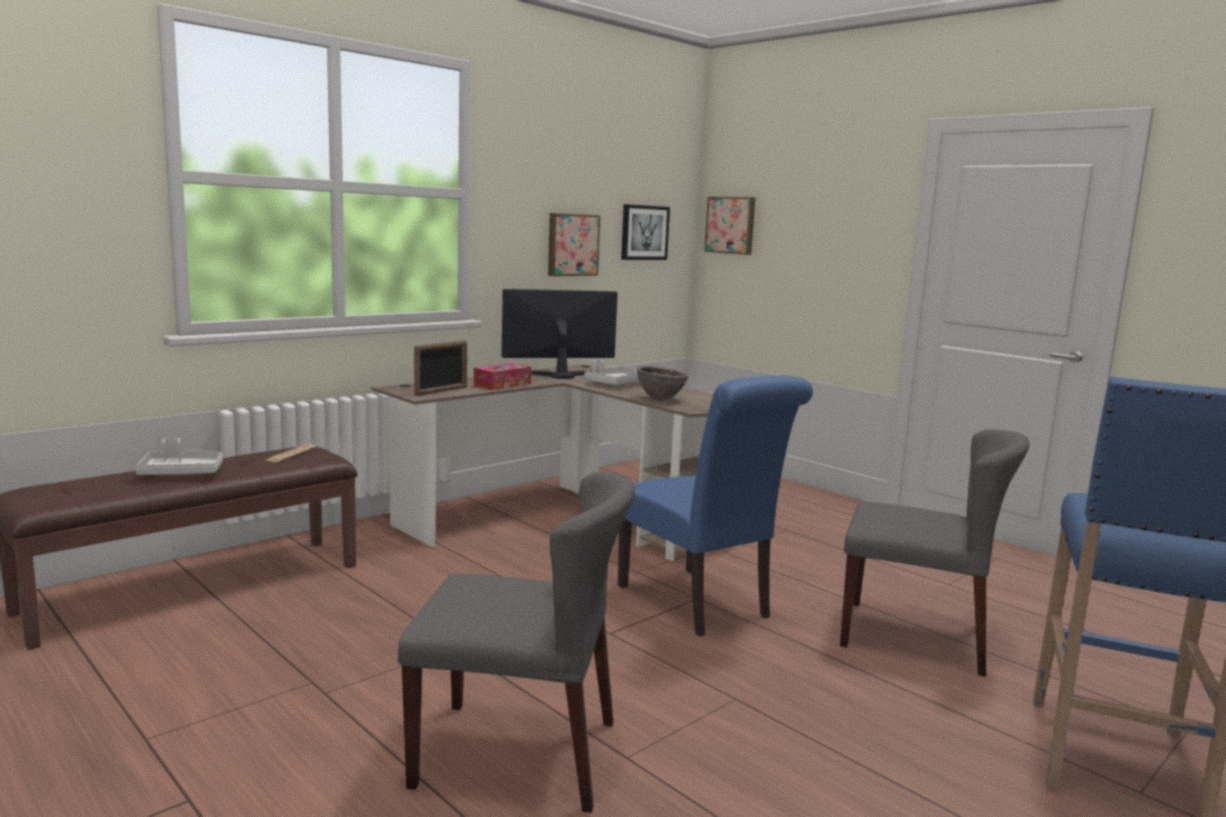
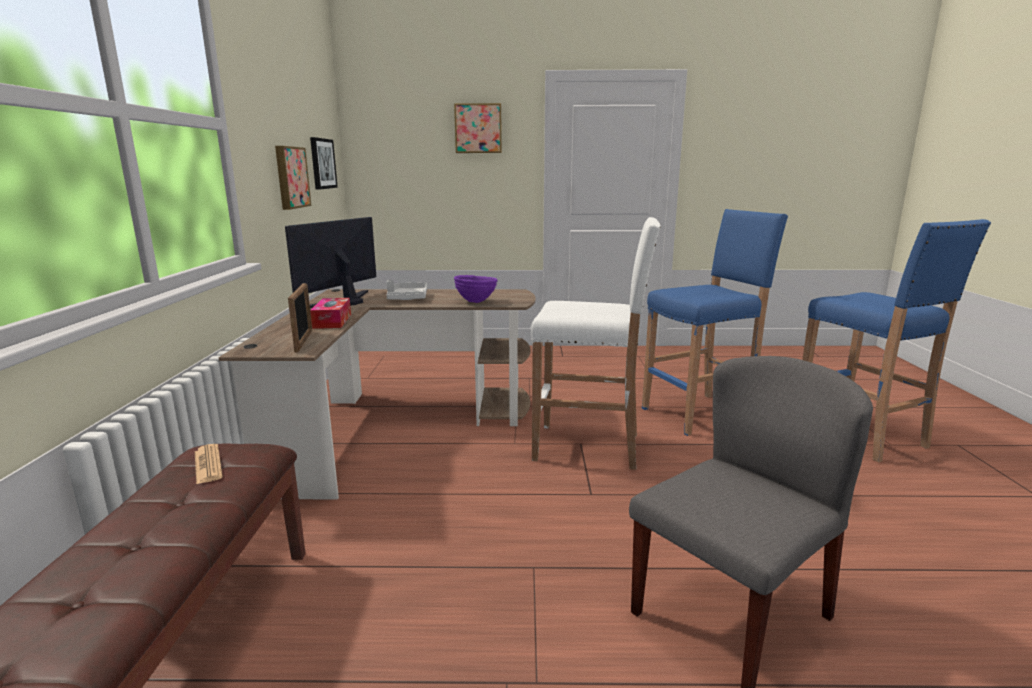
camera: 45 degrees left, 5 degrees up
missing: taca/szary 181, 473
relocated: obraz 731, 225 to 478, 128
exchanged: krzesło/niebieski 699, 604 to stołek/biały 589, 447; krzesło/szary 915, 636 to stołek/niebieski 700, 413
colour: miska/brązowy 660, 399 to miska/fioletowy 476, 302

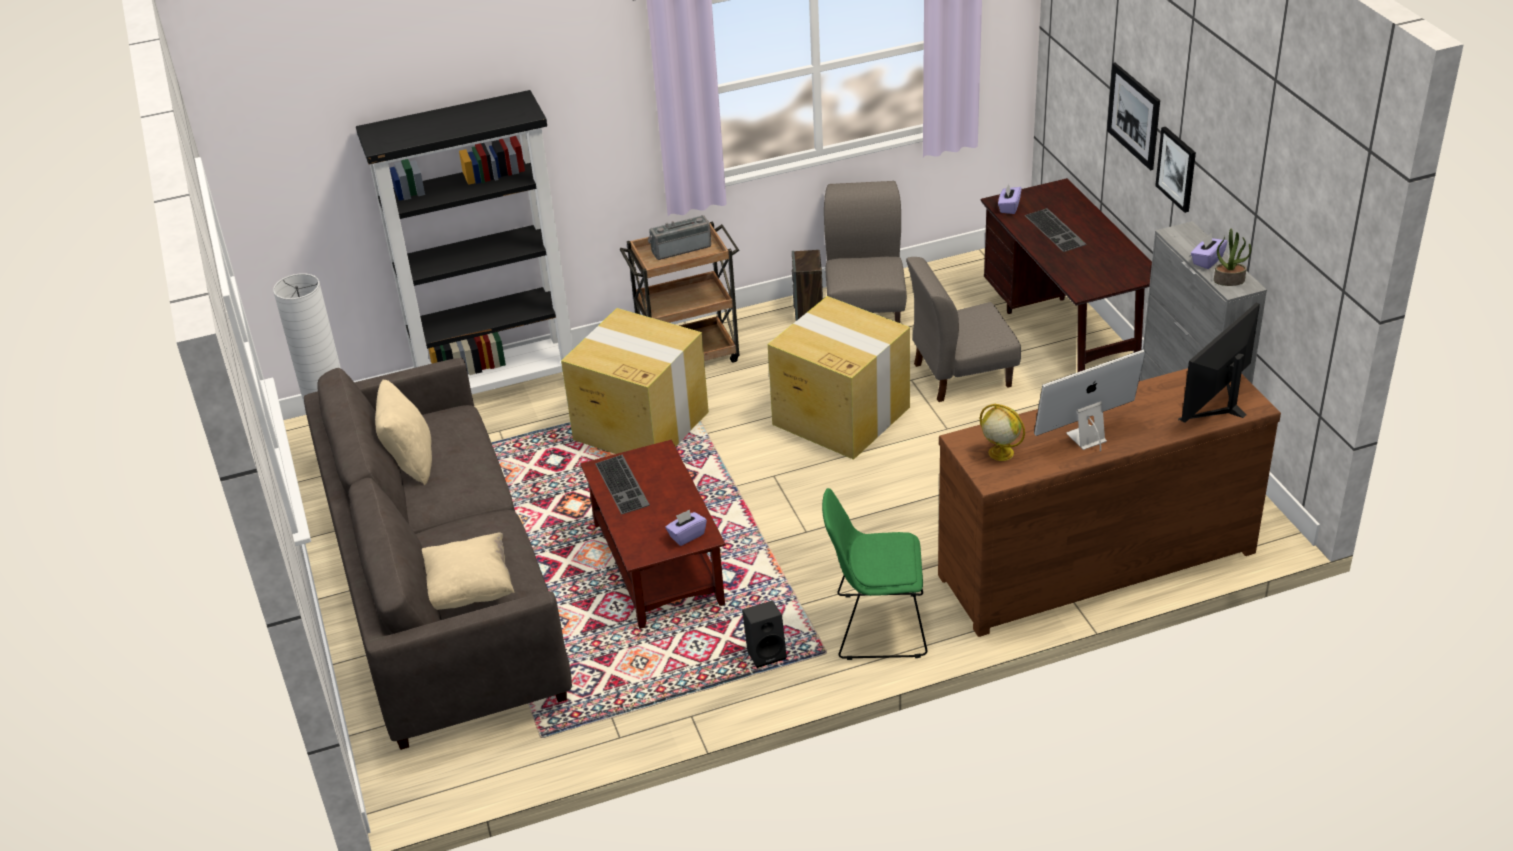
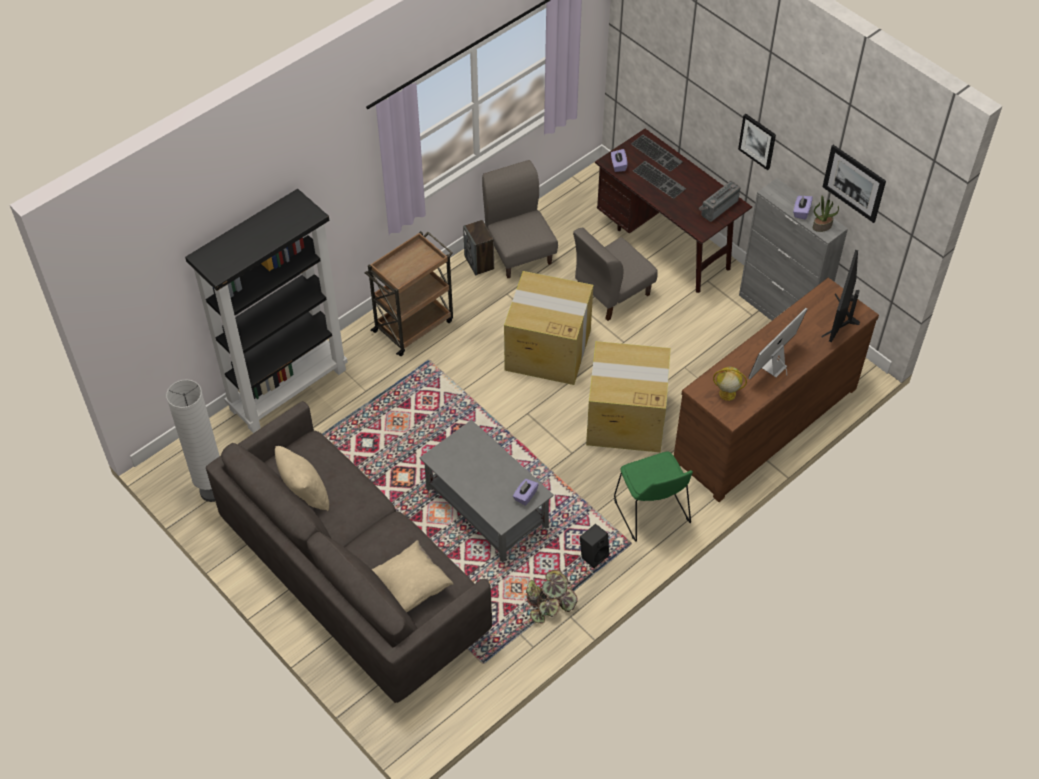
camera: 25 degrees left, 15 degrees up
appeared: roślina doniczkowa 549, 605
relocated: obraz 1134, 115 to 854, 183; radio 680, 248 to 717, 207; karton 640, 425 to 624, 418; klawiatura 623, 484 to 657, 153
colour: ława/brązowy 656, 563 to ława/szary 485, 507
spun: krzesło/zielony 876, 626 = 652, 513 90 degrees counterclockwise

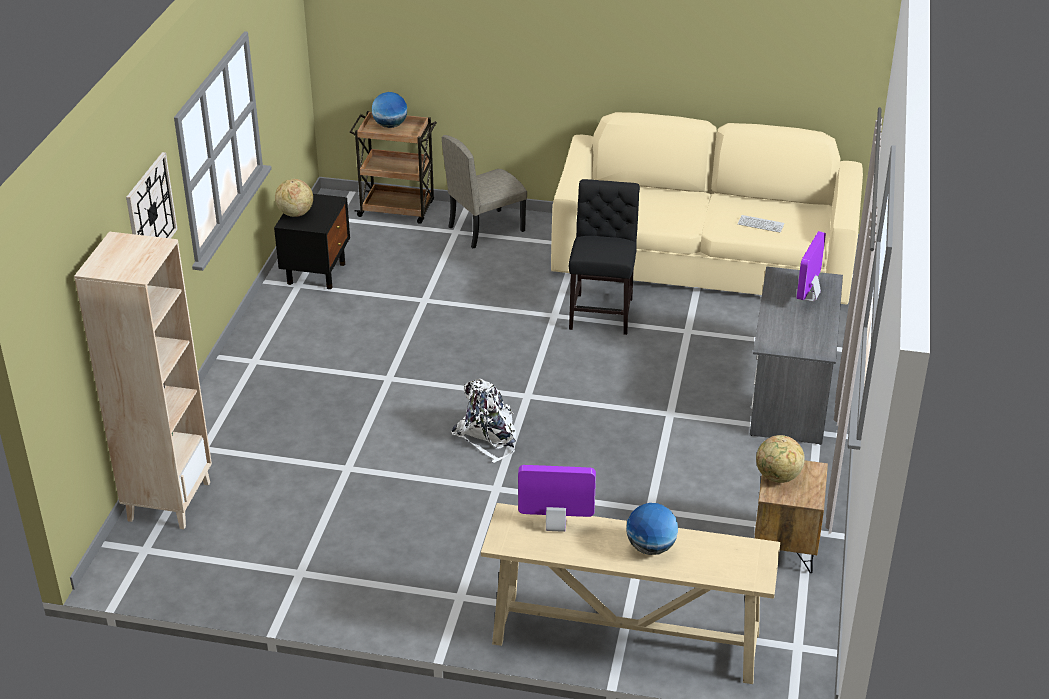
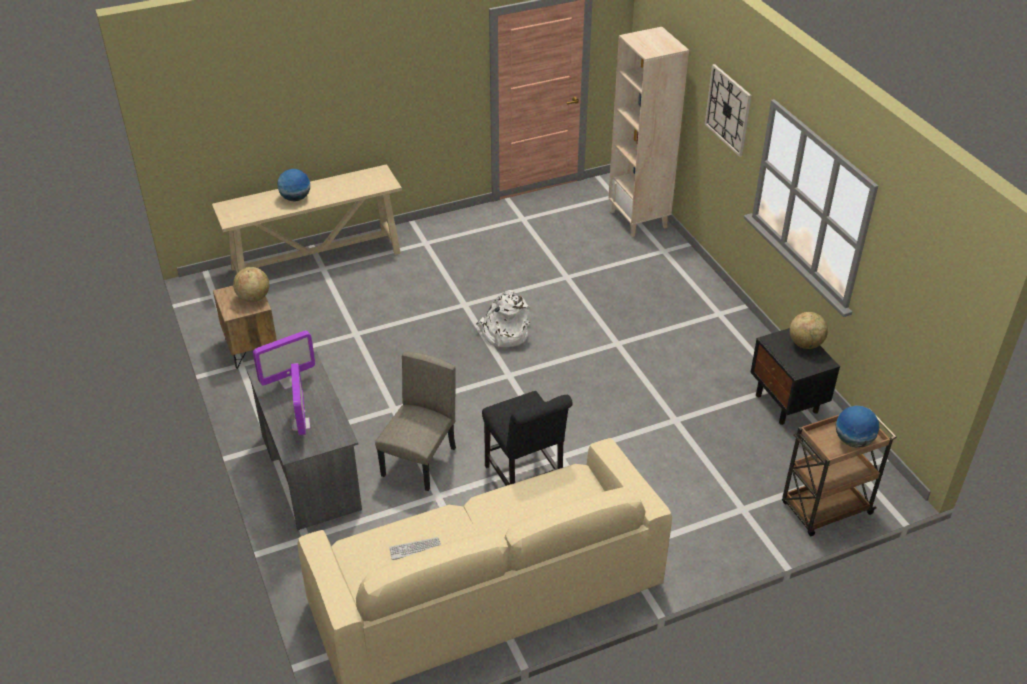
camera: 145 degrees right, 5 degrees up
relocated: krzesło/beżowy 486, 228 to 419, 462; monitor 556, 525 to 288, 382

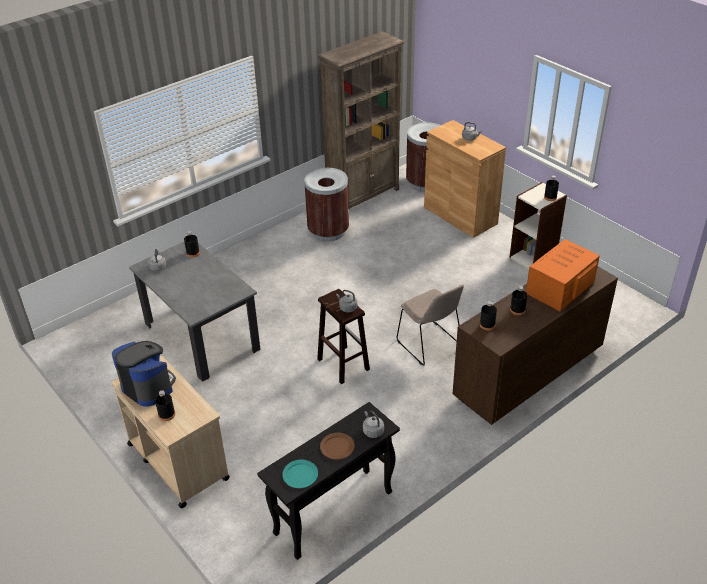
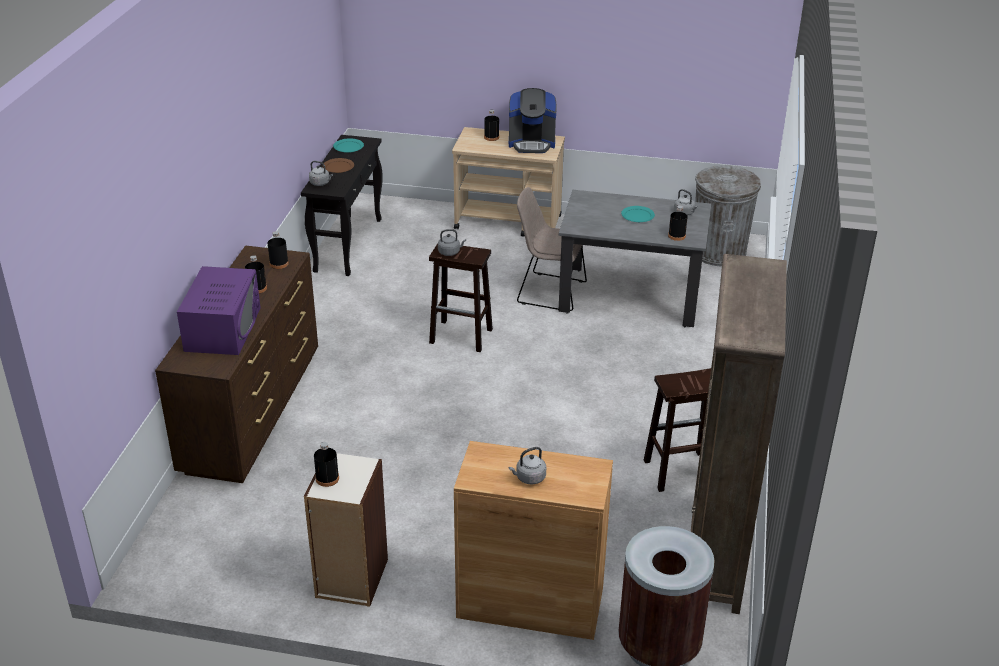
camera: 140 degrees right, 5 degrees down
appeared: kosz na śmieci/szary 719, 252; talerz/turkusowy 637, 216
relocated: krzesło/beżowy 430, 345 to 549, 292
exchanged: kosz na śmieci/brązowy 328, 231 to stołek/brązowy 679, 472
colour: mikrofalówka/pomarańczowy 560, 288 to mikrofalówka/fioletowy 223, 329

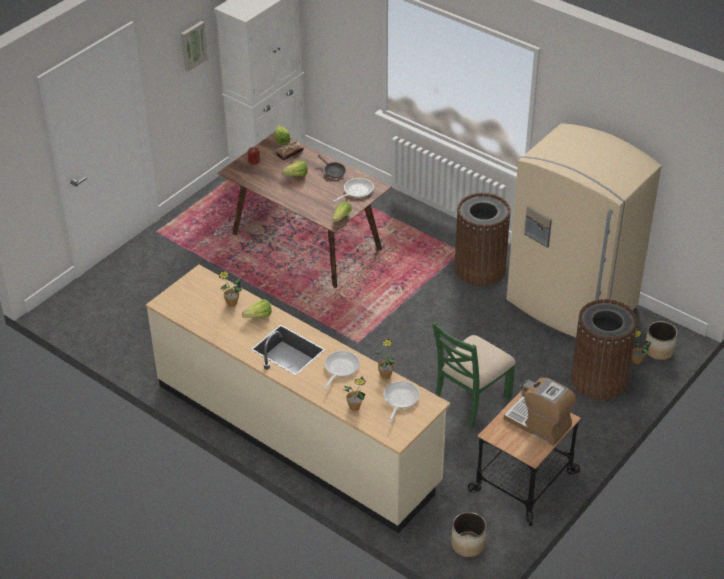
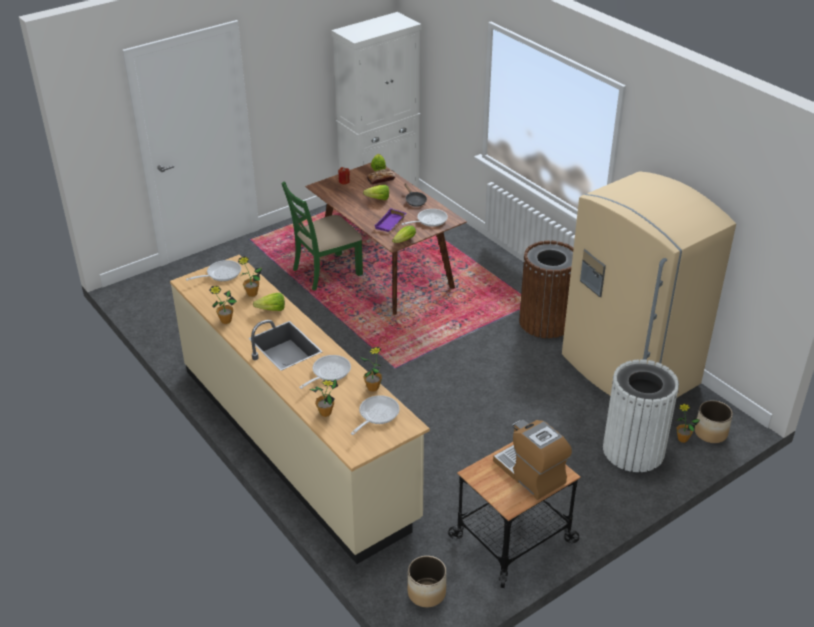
camera: 15 degrees right, 5 degrees down
missing: obraz 193, 45
appeared: taca/fioletowy 391, 223; patelnia 220, 274; roślina doniczkowa 226, 321
relocated: krzesło/zielony 470, 401 to 326, 272
colour: kosz na śmieci/brązowy 598, 380 to kosz na śmieci/biały 633, 450

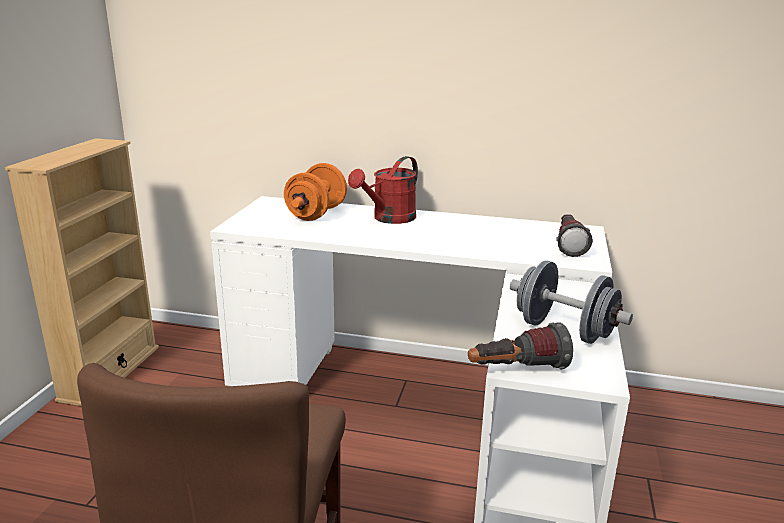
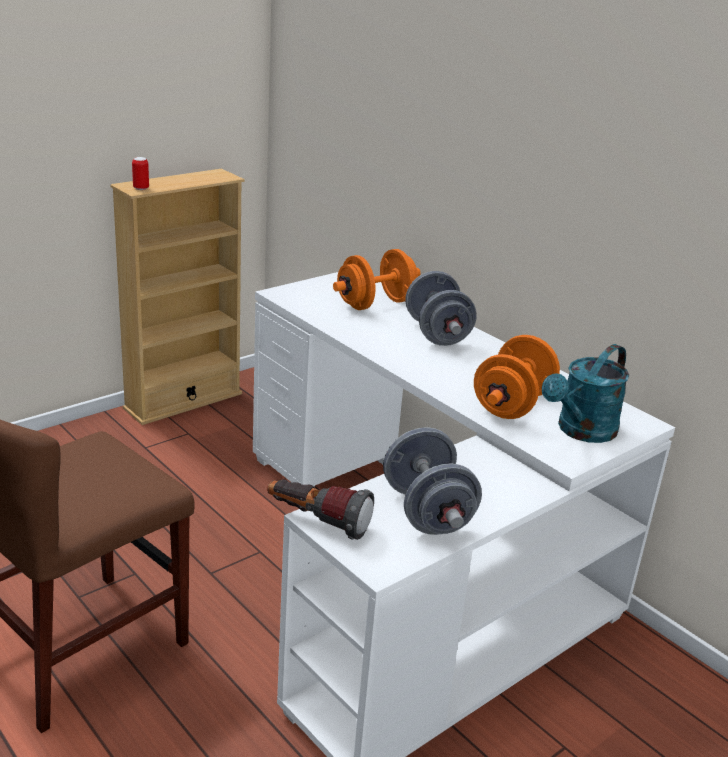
camera: 35 degrees right, 5 degrees up
appeared: puszka 141, 188; hantel/pomarańczowy 512, 404
exchanged: konewka/czerwony 389, 219 to hantel/szary 437, 333; latarka 568, 245 to konewka/turkusowy 581, 431

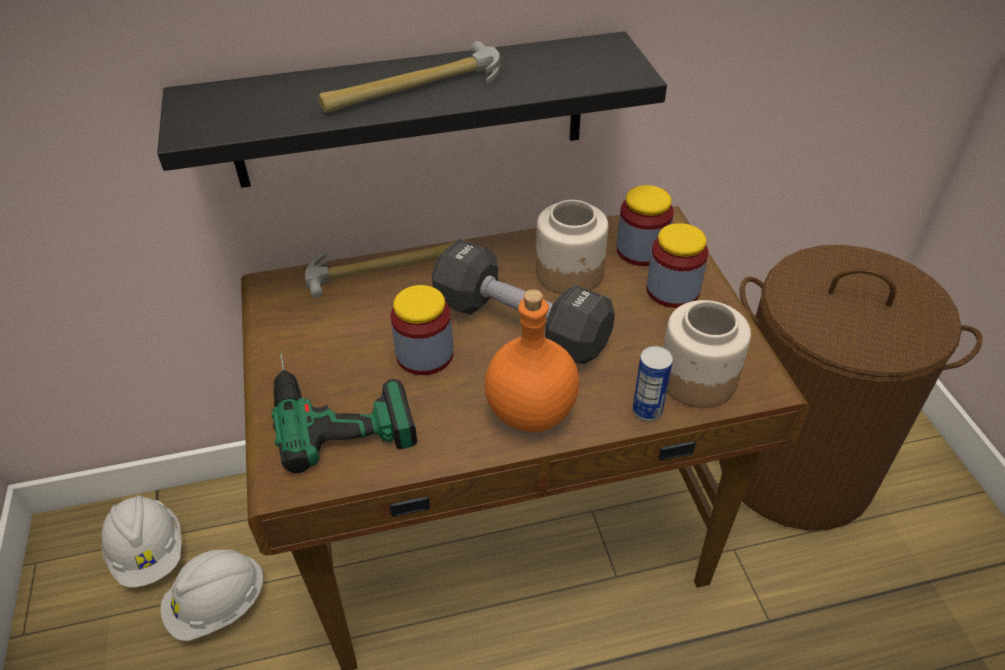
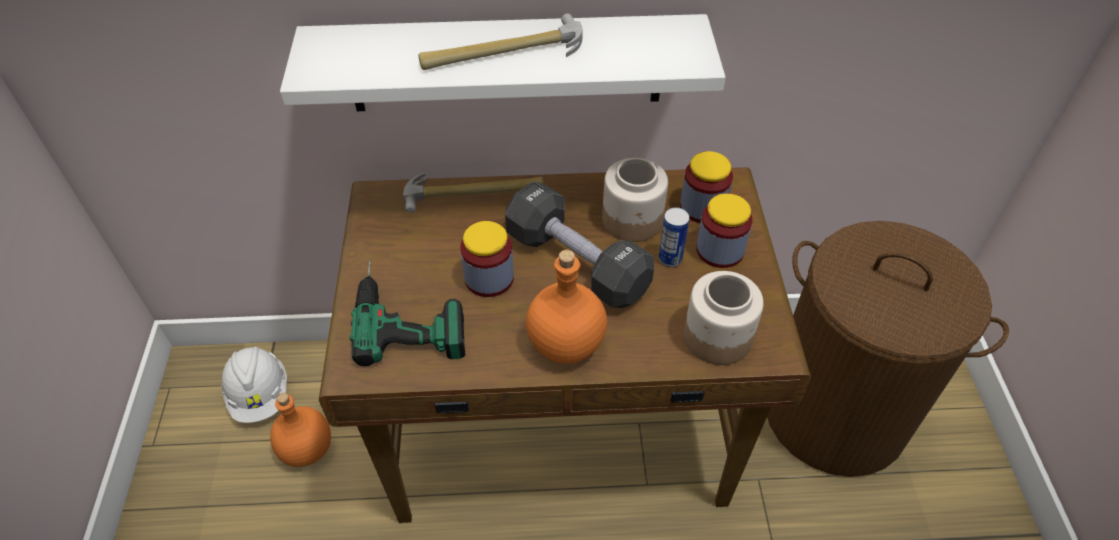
camera: 10 degrees right, 5 degrees up
relocated: puszka 647, 411 to 670, 259
exchanged: kask/biały 218, 605 to butelka/pomarańczowy 308, 449
colour: półka/czarny 410, 111 to półka/biały 506, 63

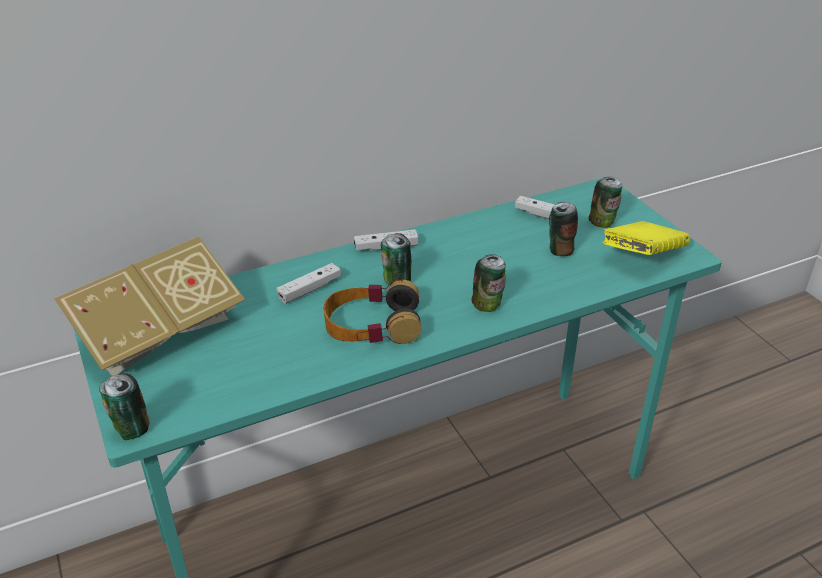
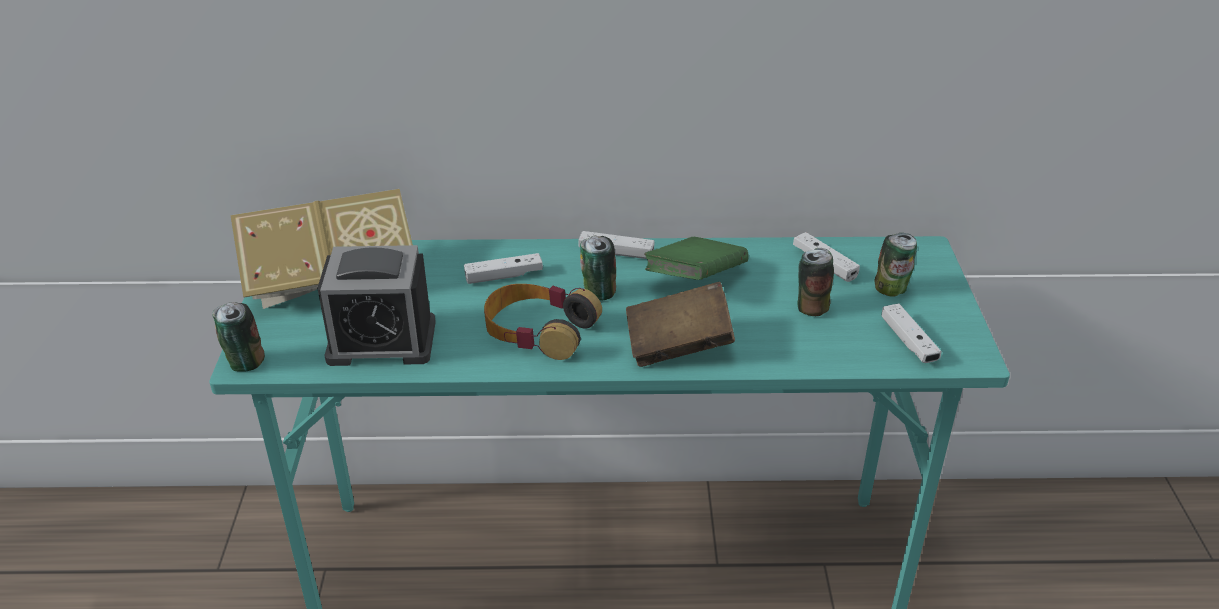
camera: 25 degrees right, 0 degrees up
appeared: książka/zielony 695, 279; budzik 381, 341
exchanged: książka/żółty 642, 256 to pad do gier/biały 908, 341; puszka 488, 305 to książka/brązowy 678, 345

